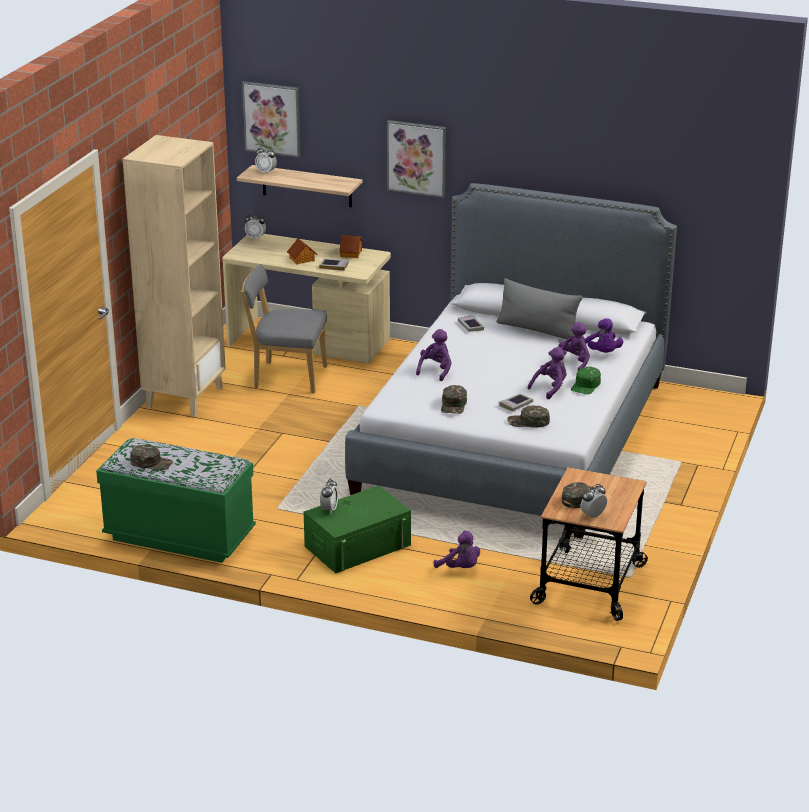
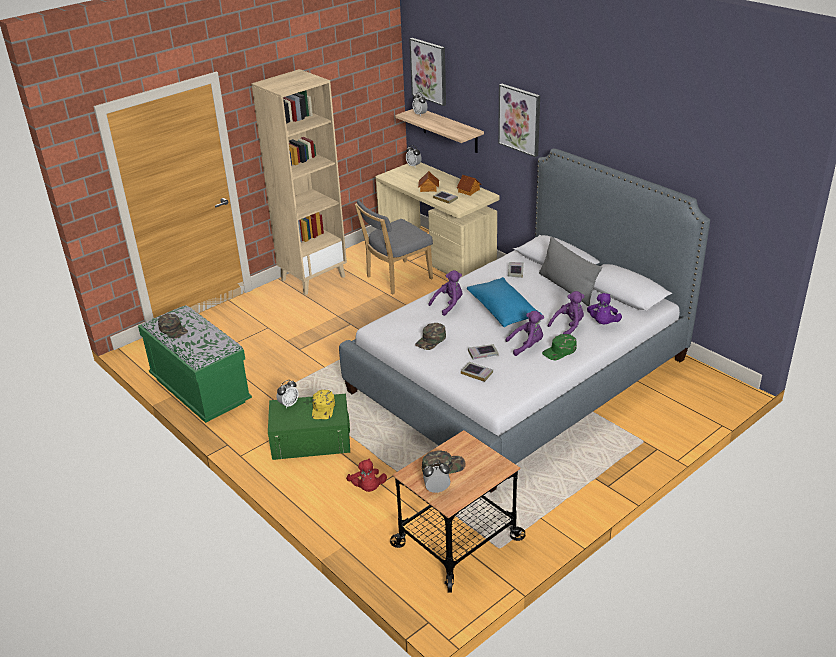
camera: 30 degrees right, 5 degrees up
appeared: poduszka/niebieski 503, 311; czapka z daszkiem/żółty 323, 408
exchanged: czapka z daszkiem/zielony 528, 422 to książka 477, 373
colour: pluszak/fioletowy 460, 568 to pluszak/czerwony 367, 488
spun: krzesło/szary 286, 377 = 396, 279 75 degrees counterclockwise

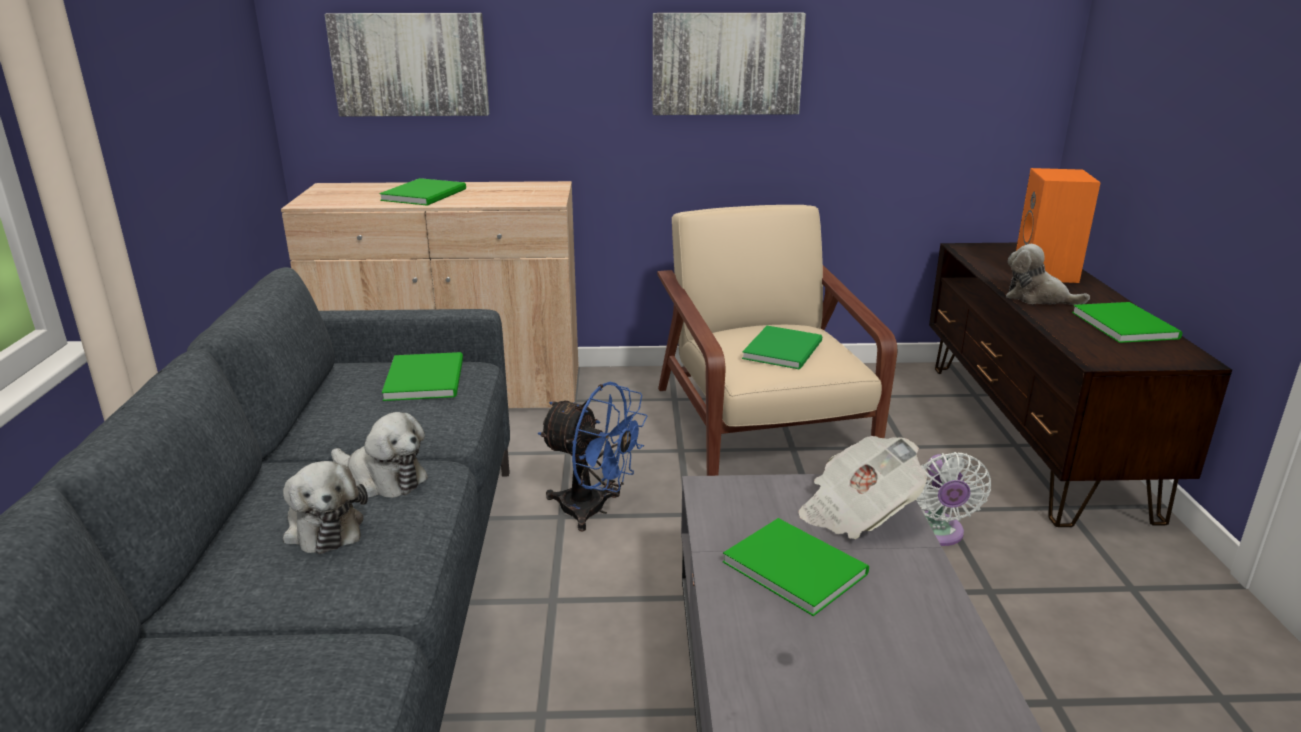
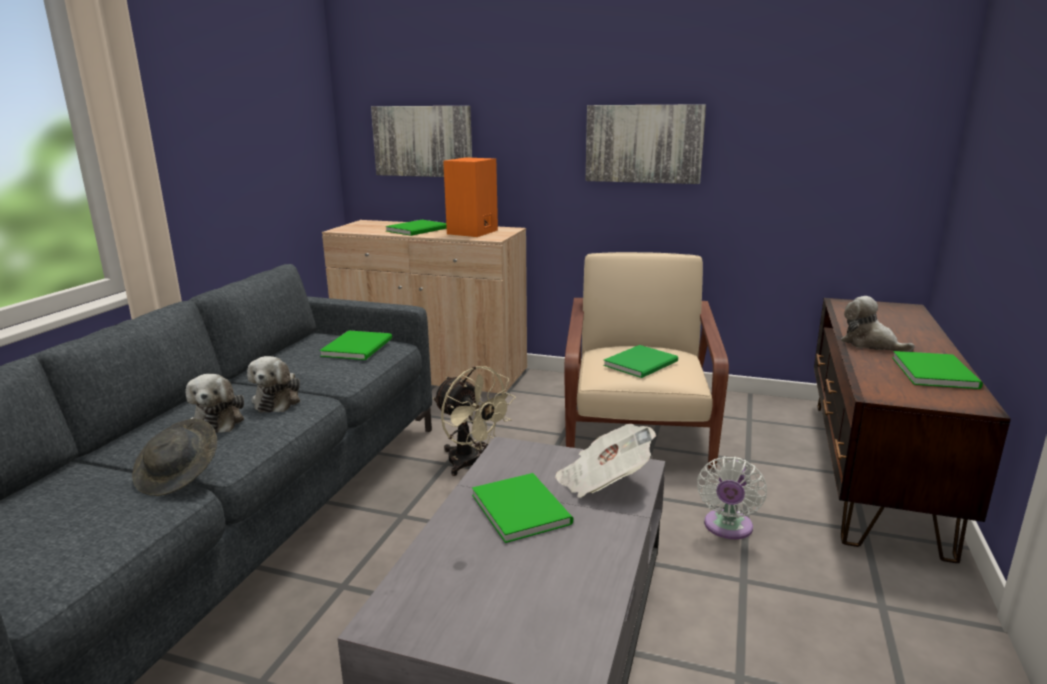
camera: 20 degrees right, 5 degrees down
appeared: kapelusz/szary 179, 475
relocated: głośnik/pomarańczowy 1047, 273 to 472, 232
colour: wentylator/niebieski 594, 510 to wentylator/beżowy 471, 464
spun: pluszak 383, 479 = 278, 400 45 degrees clockwise

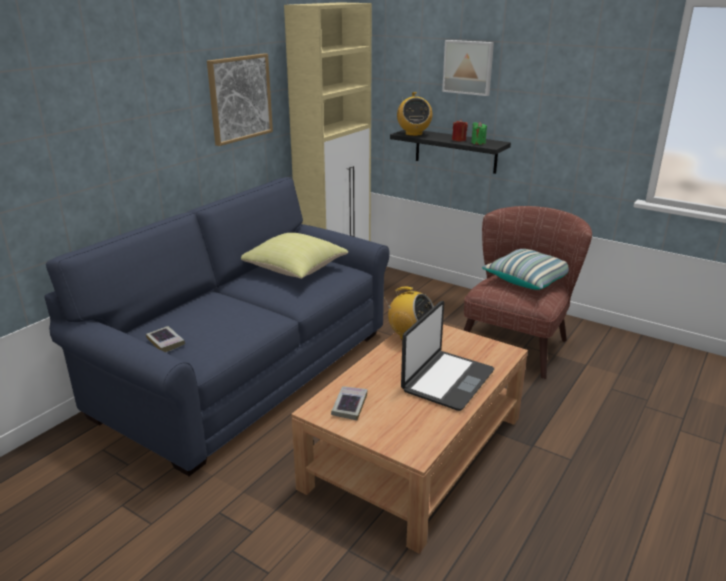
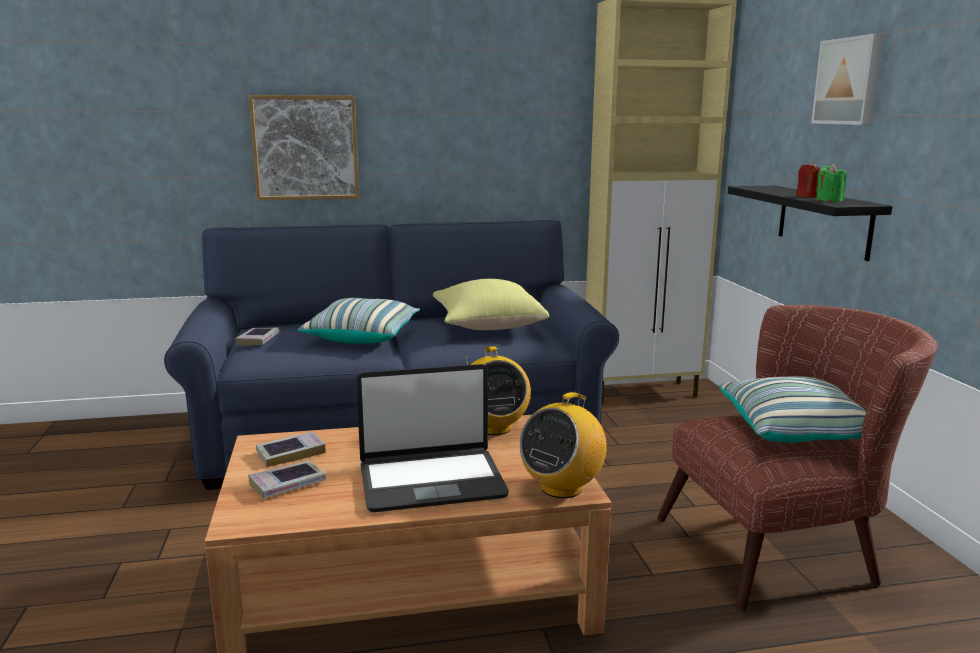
camera: 45 degrees right, 10 degrees down
appeared: poduszka 362, 336; książka 287, 484
relocated: obraz 240, 98 to 305, 148; radio 413, 134 to 561, 488

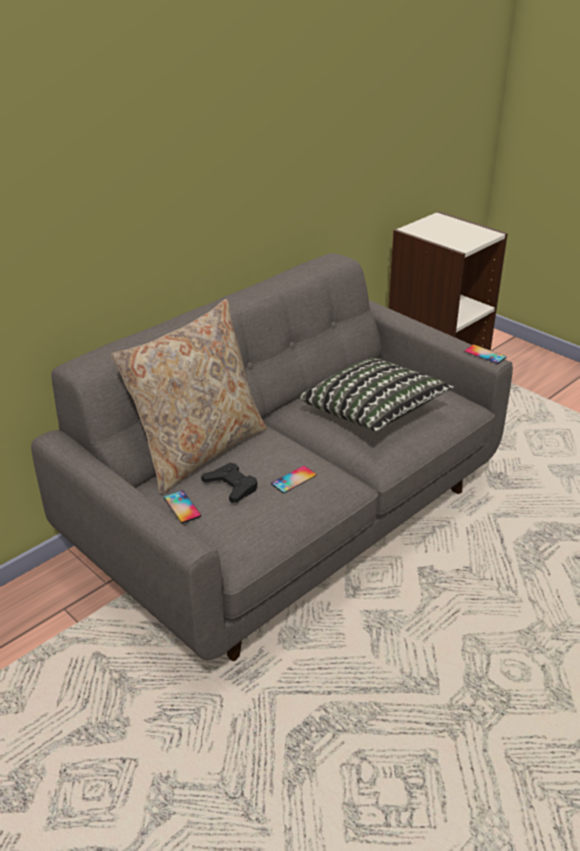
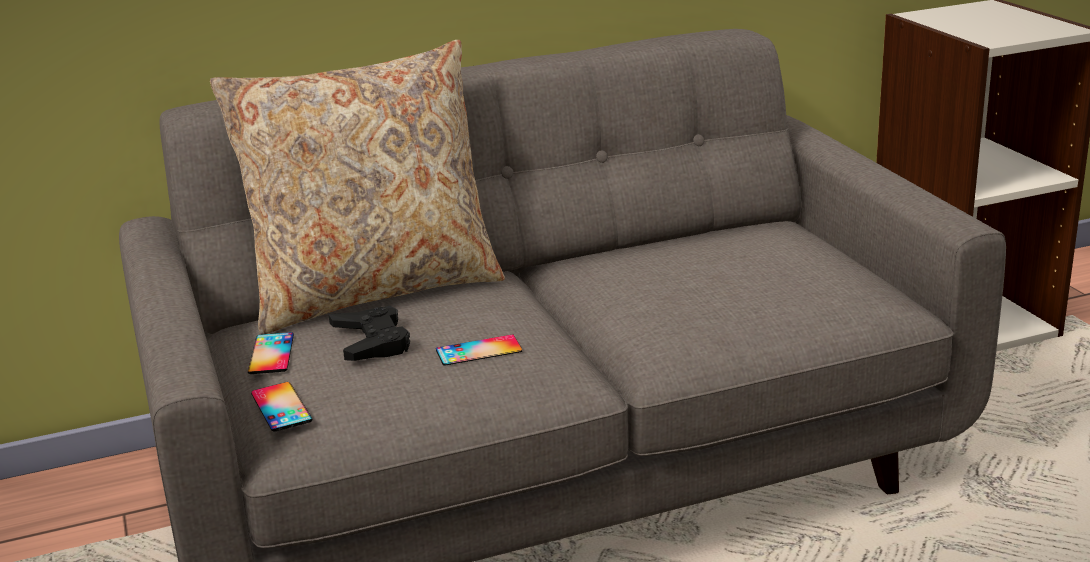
camera: 25 degrees right, 10 degrees down
missing: poduszka 373, 413
relocated: telefon 485, 354 to 281, 407

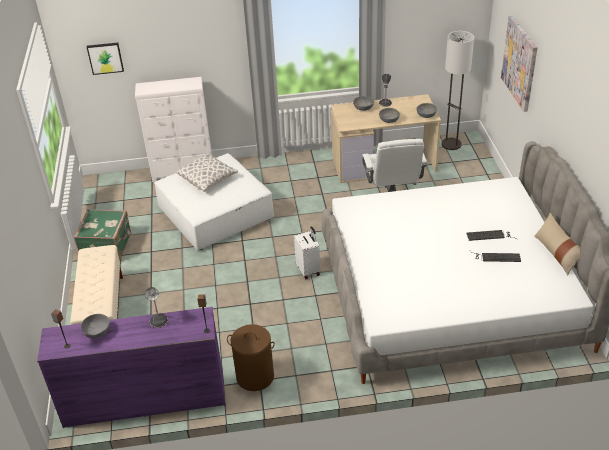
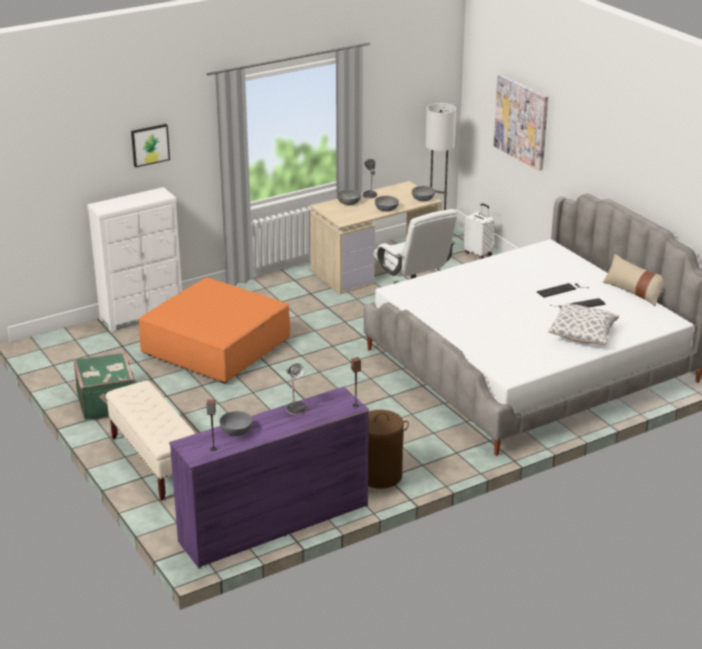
camera: 25 degrees left, 10 degrees down
relocated: obraz 105, 58 to 149, 144; poduszka 208, 179 to 582, 335; walizka/biały 308, 270 to 478, 253
colour: pufa/biały 215, 214 to pufa/pomarańczowy 216, 347

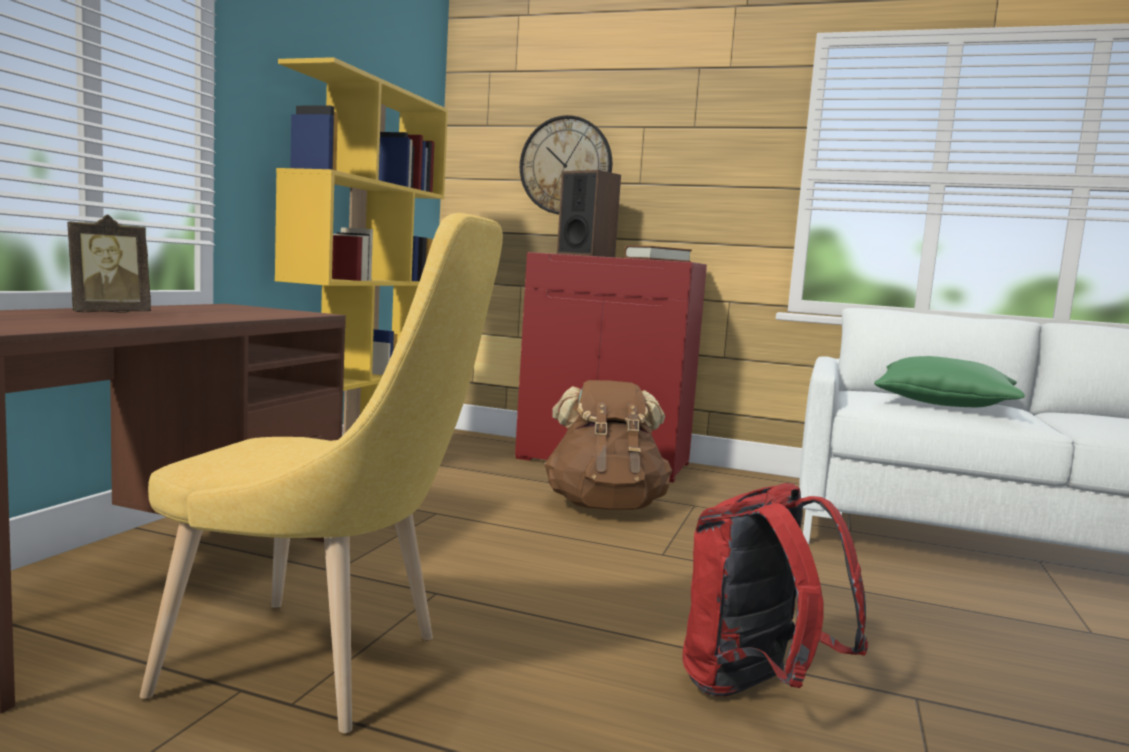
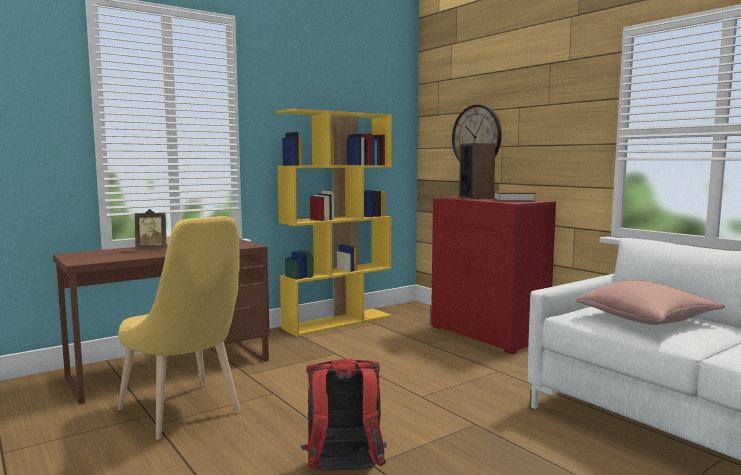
camera: 35 degrees right, 0 degrees up
missing: plecak/brązowy 605, 506
colour: poduszka/zielony 945, 404 to poduszka/różowy 646, 319

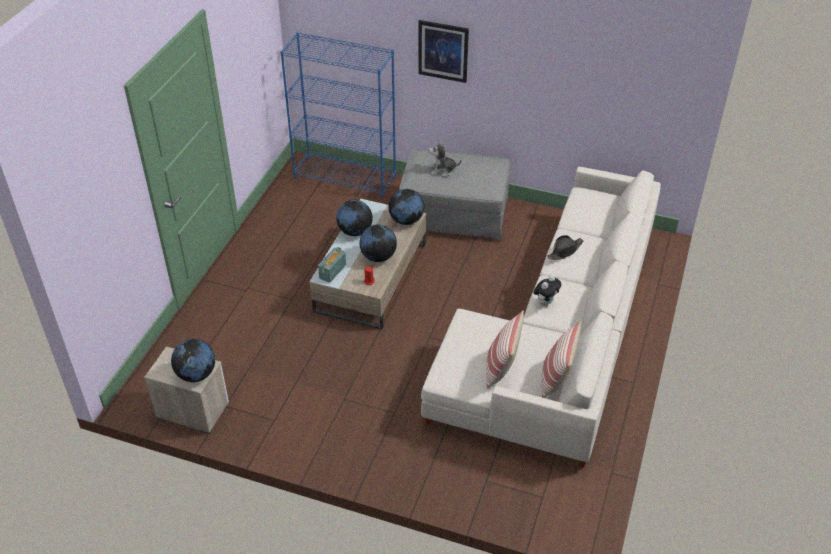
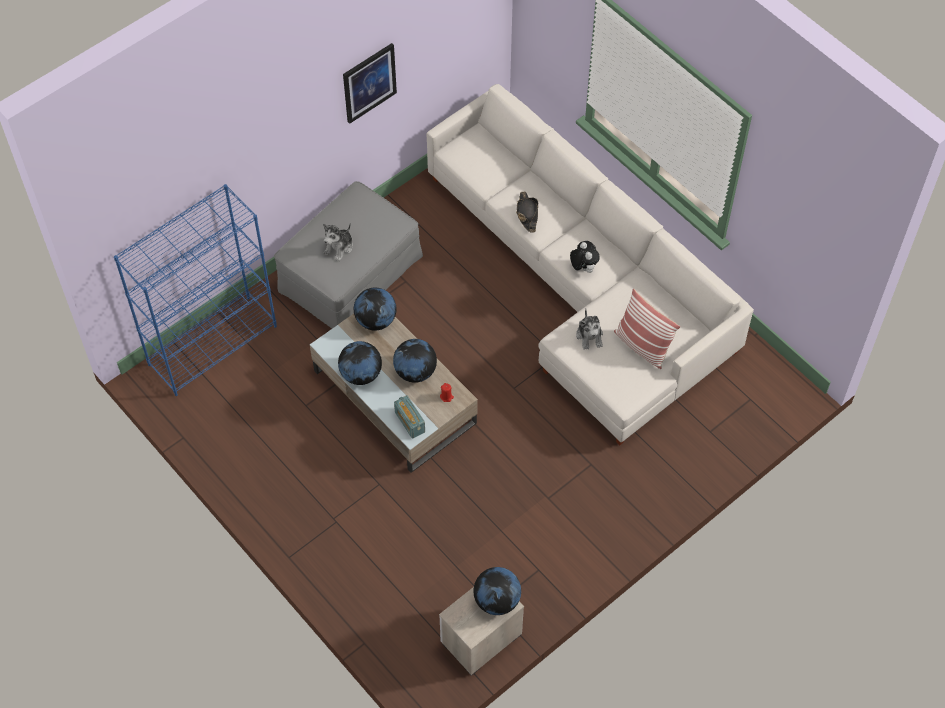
camera: 60 degrees left, 15 degrees up
missing: poduszka 556, 378
appeared: pluszak 589, 336
relocated: obraz 443, 51 to 369, 82

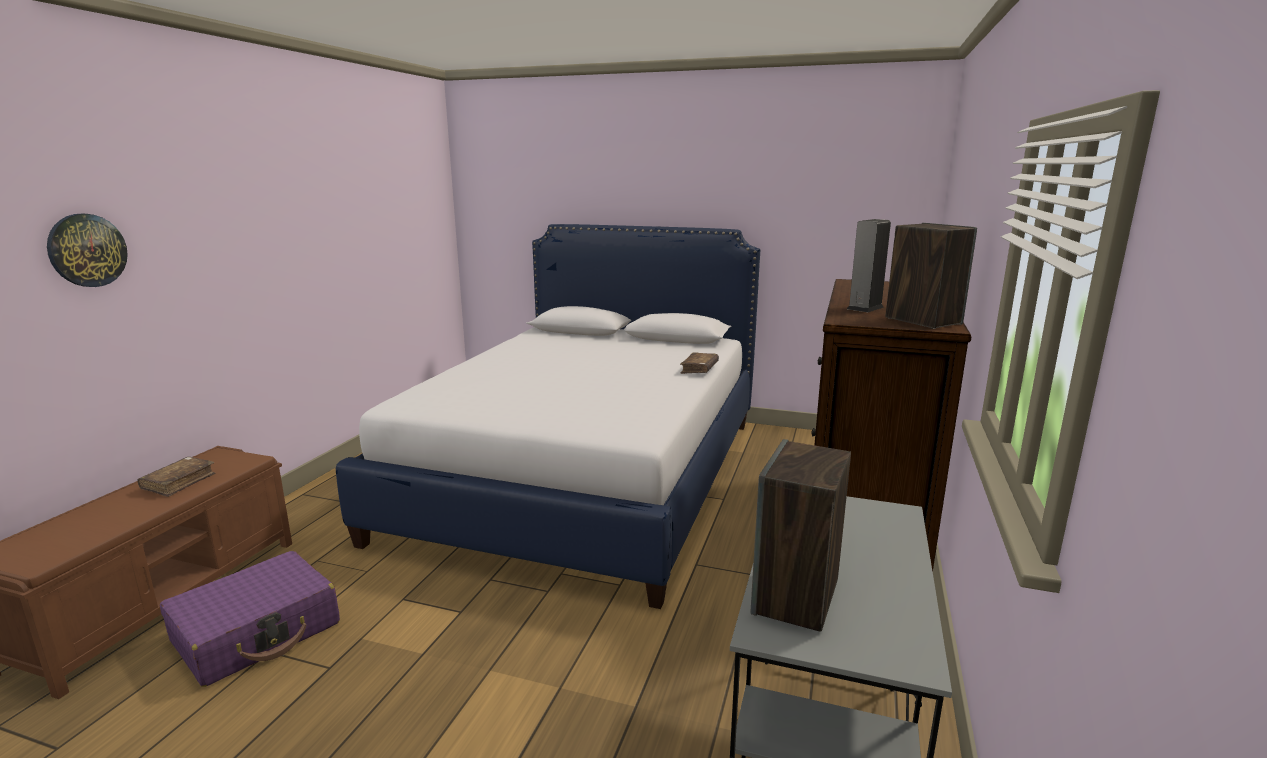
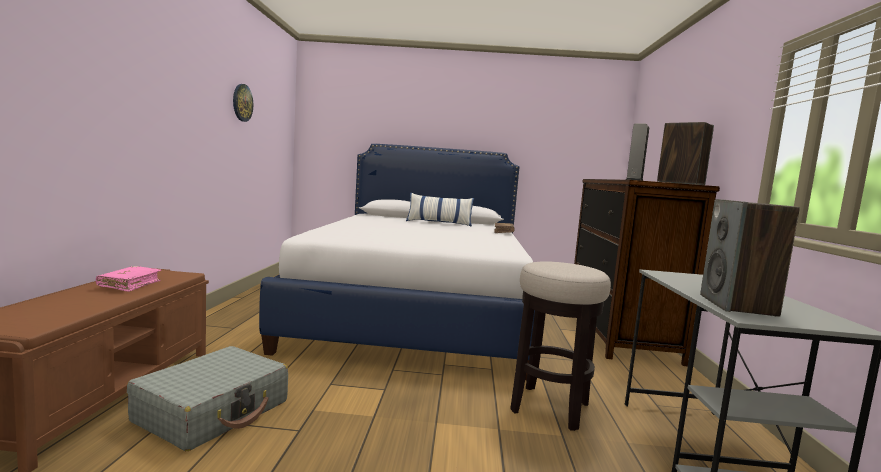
camera: 15 degrees left, 10 degrees down
appeared: poduszka 439, 223; stołek 549, 407
relocated: zegar ścienny 87, 250 to 242, 102
colour: książka/brązowy 179, 483 to książka/różowy 130, 285; walizka/fioletowy 257, 632 to walizka/szary 213, 411

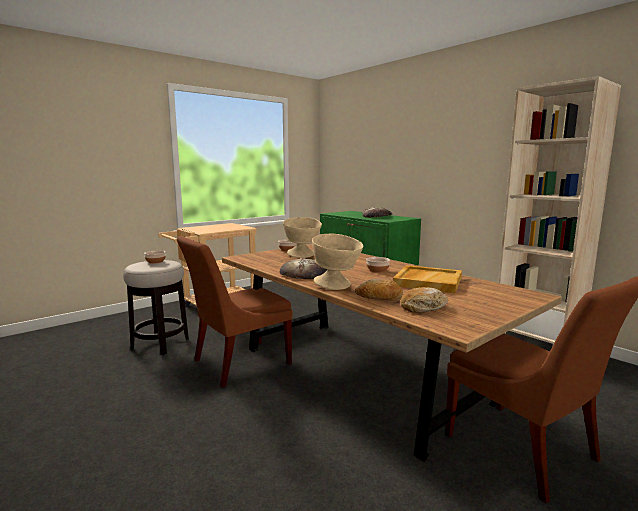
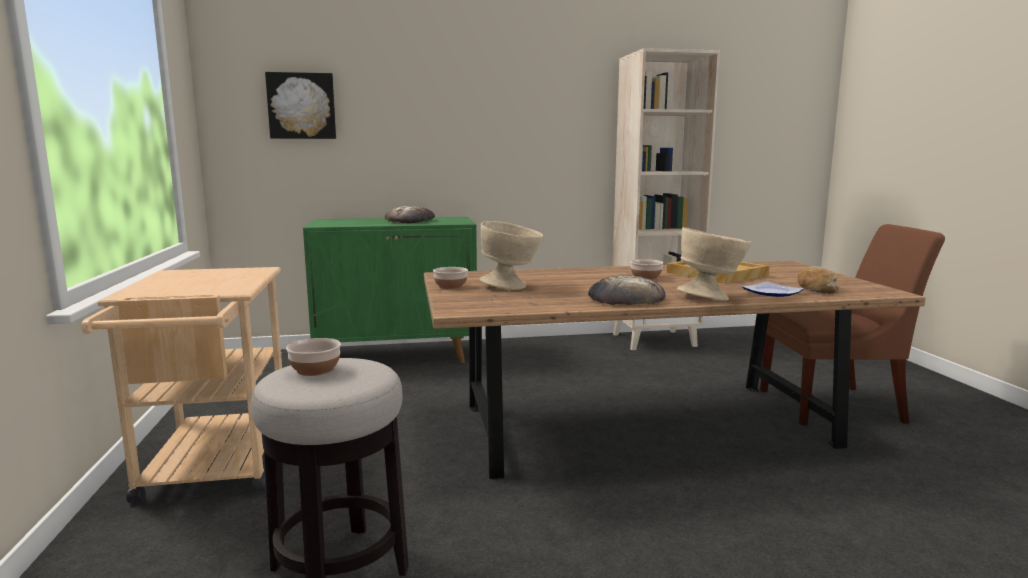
camera: 60 degrees left, 0 degrees up
missing: krzesło/brązowy 237, 363
appeared: obraz 302, 106
exchanged: chleb 379, 297 to talerz 772, 293

